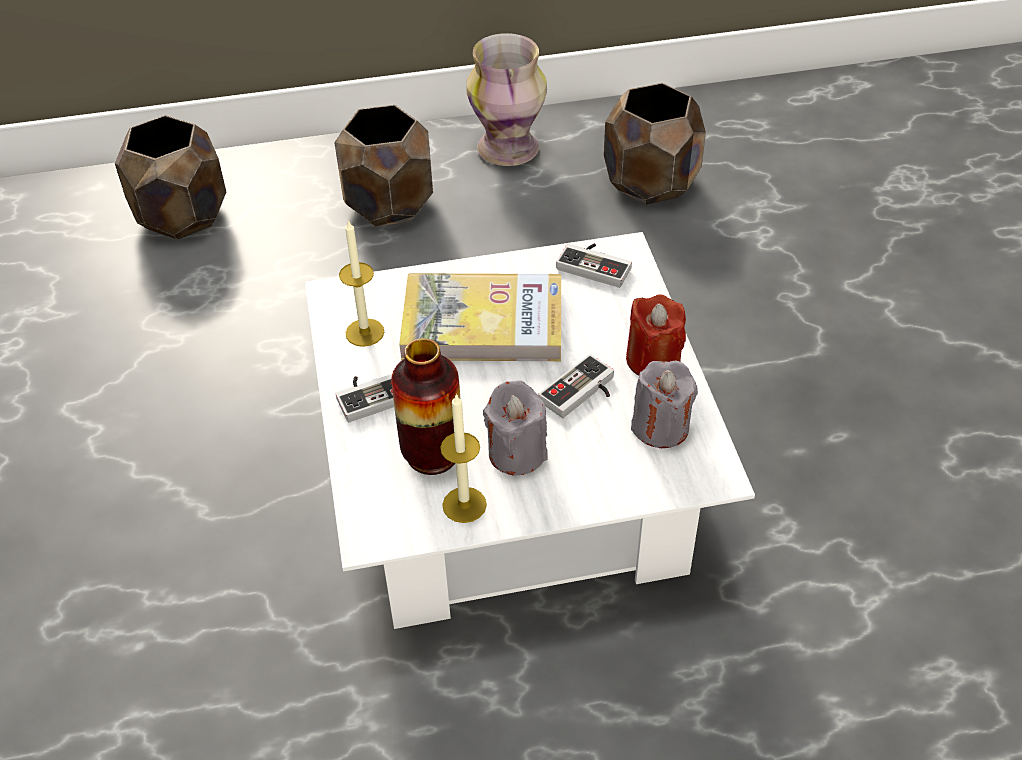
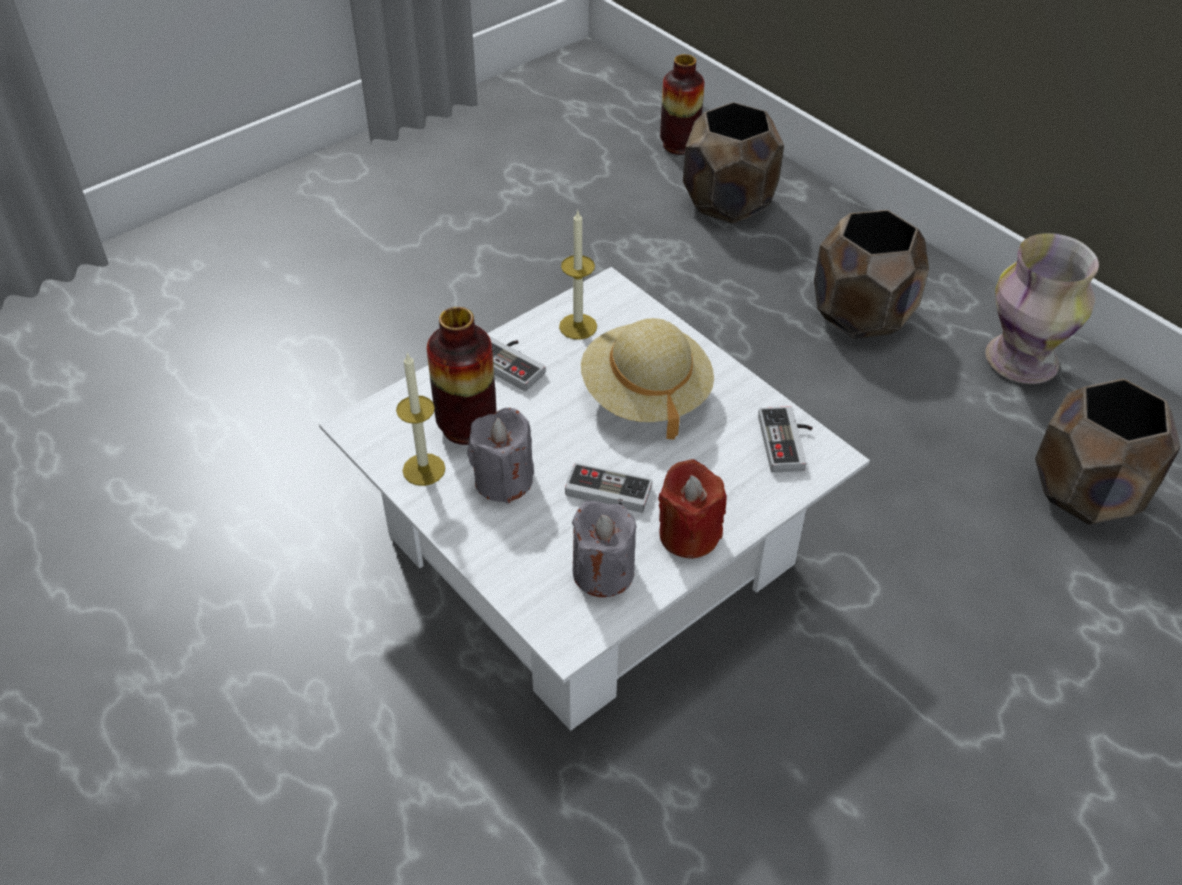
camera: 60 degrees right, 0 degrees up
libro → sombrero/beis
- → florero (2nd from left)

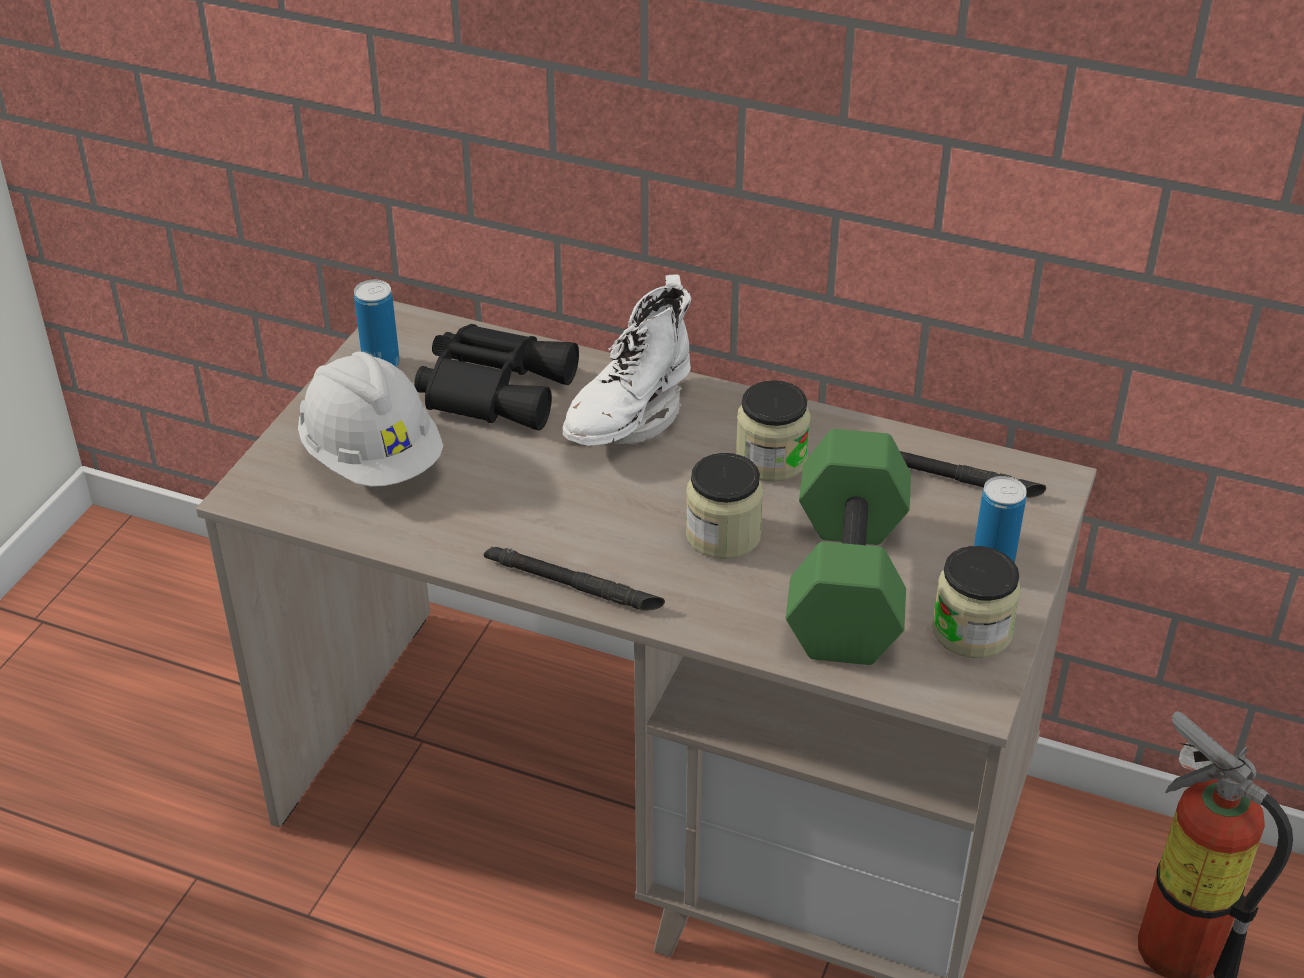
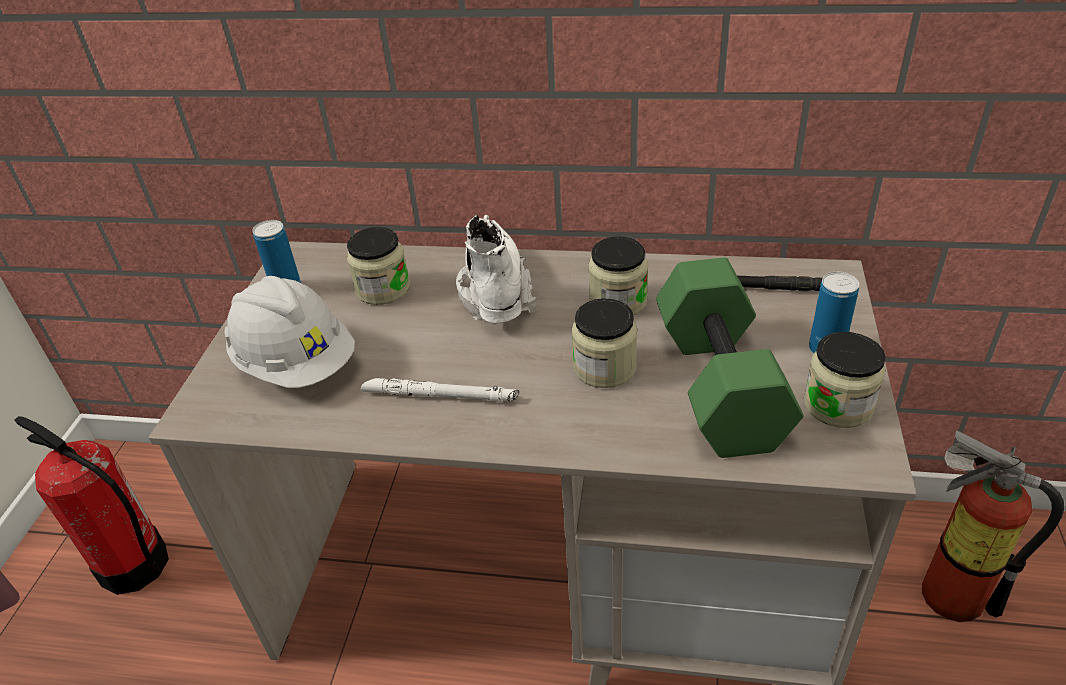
camera: 10 degrees left, 0 degrees up
prismáticos/negro → tarro (1st from left)
linterna/negro (1st from left) → -
bota/blanco, 150 degrees clockwise
- → extintor (1st from left)
- → linterna/blanco

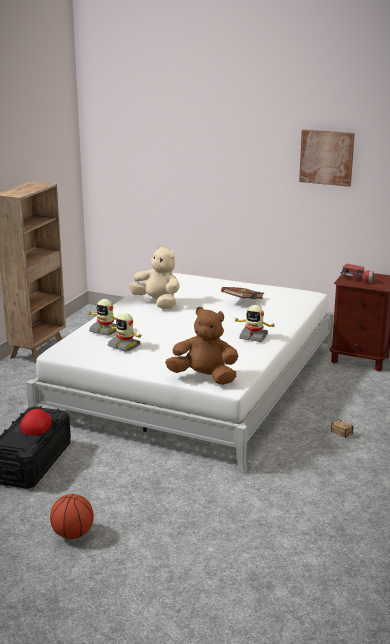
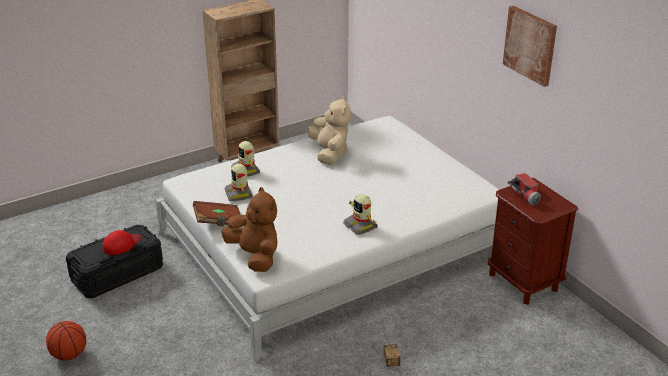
camera: 35 degrees right, 10 degrees up
libro/marrón, move

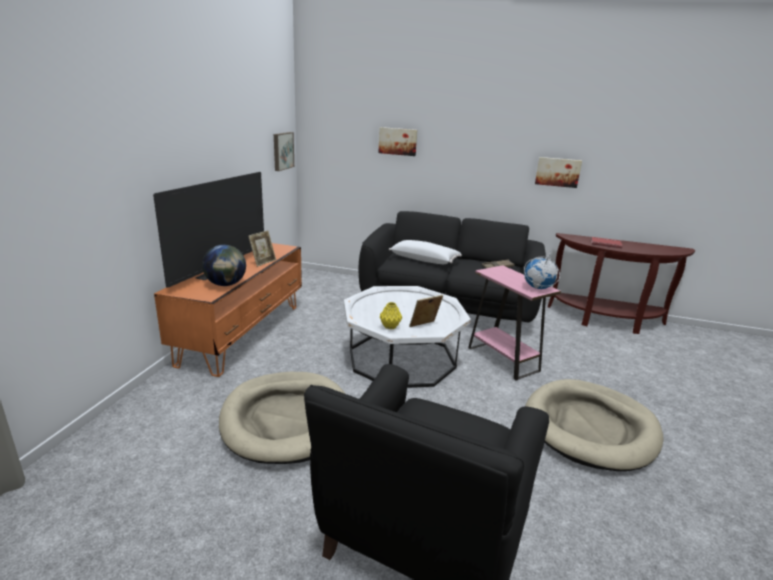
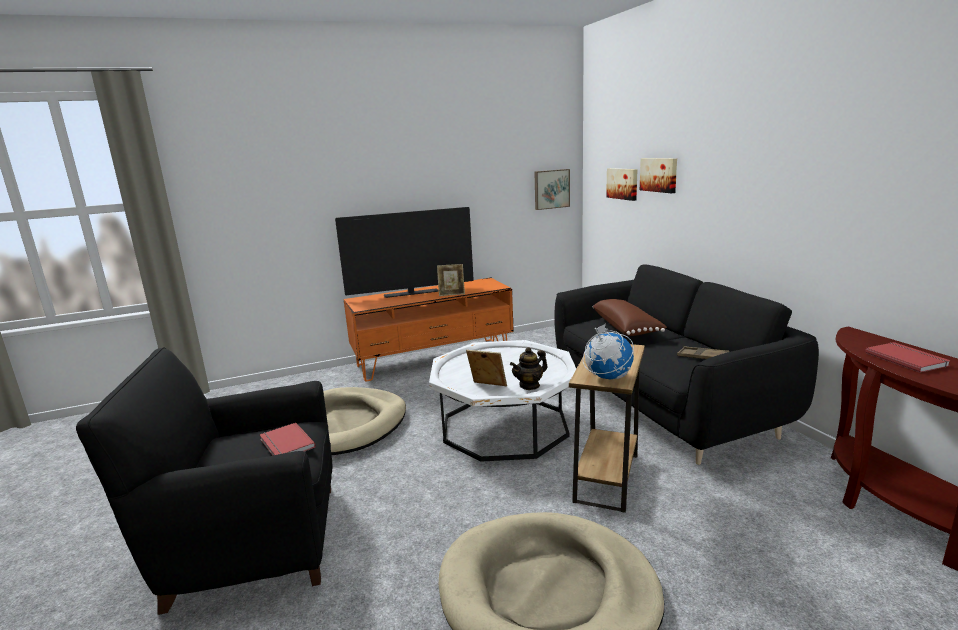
camera: 55 degrees right, 5 degrees down
globo terráqueo (1st from left) → -
florero/amarillo → -
cojín/blanco → cojín/marrón
mesa auxiliar/rosa → mesa auxiliar/marrón
cuadro (3rd from left in the first image) → cuadro (2nd from left), move
- → libro/rojo (1st from left)
- → tetera

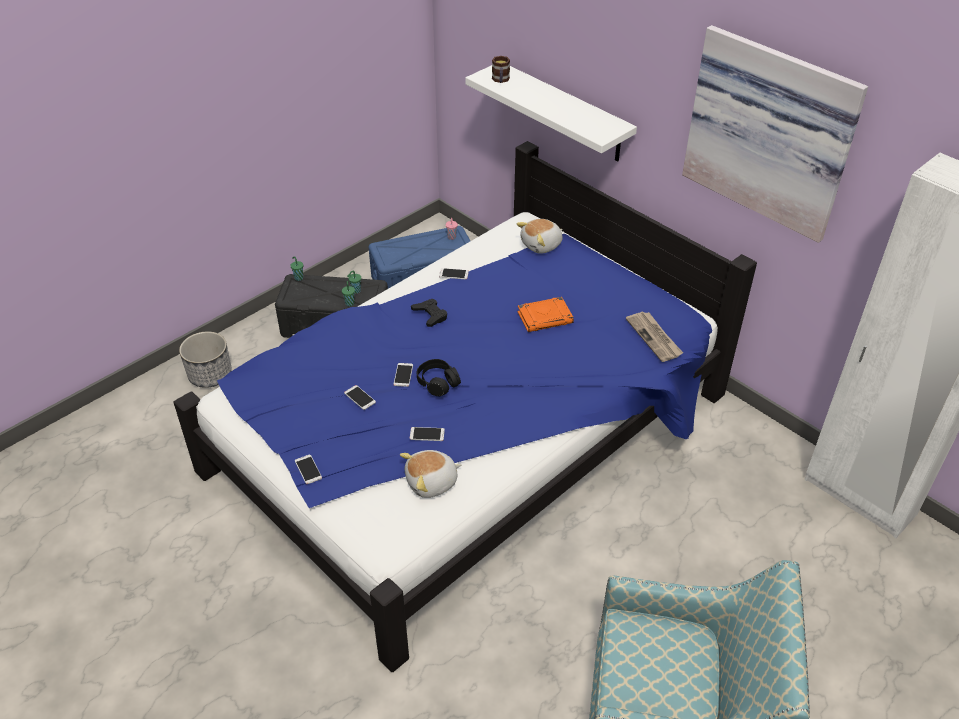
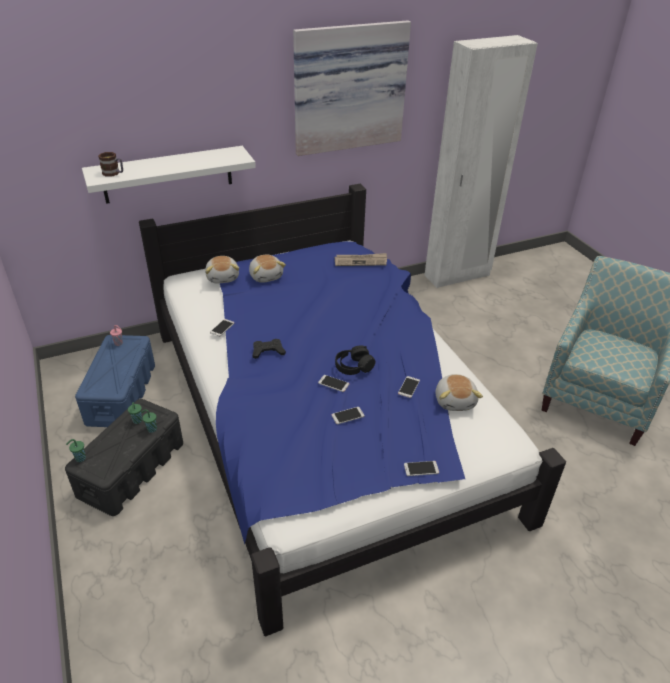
camera: 70 degrees left, 5 degrees down
maceta → -
libro/naranja → -
- → peluche (2nd from left)

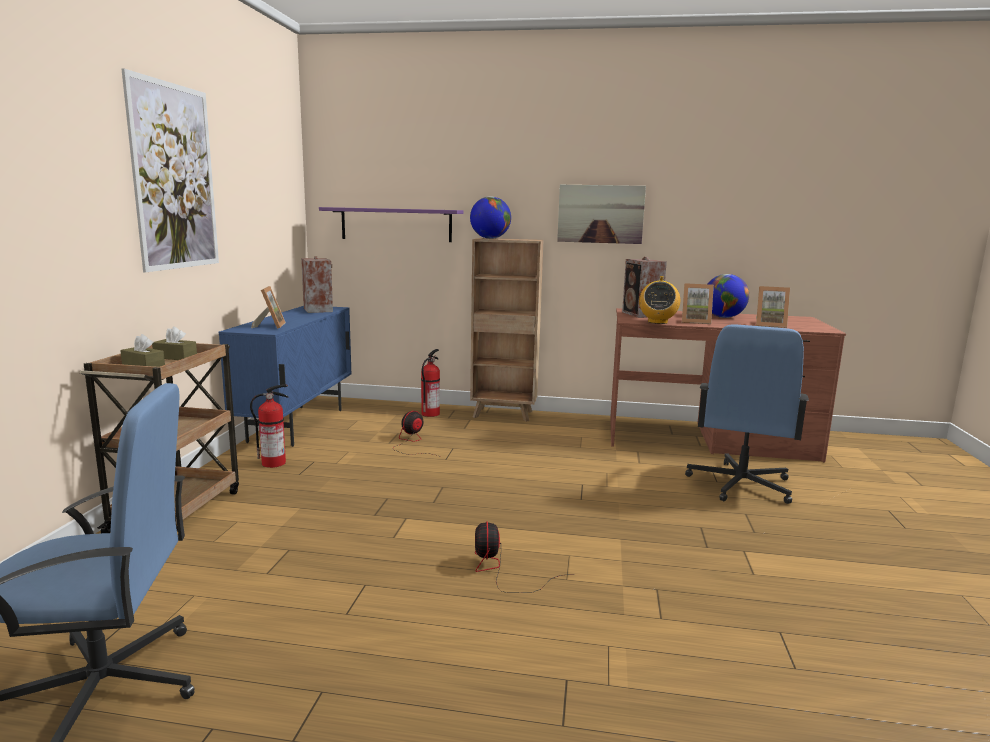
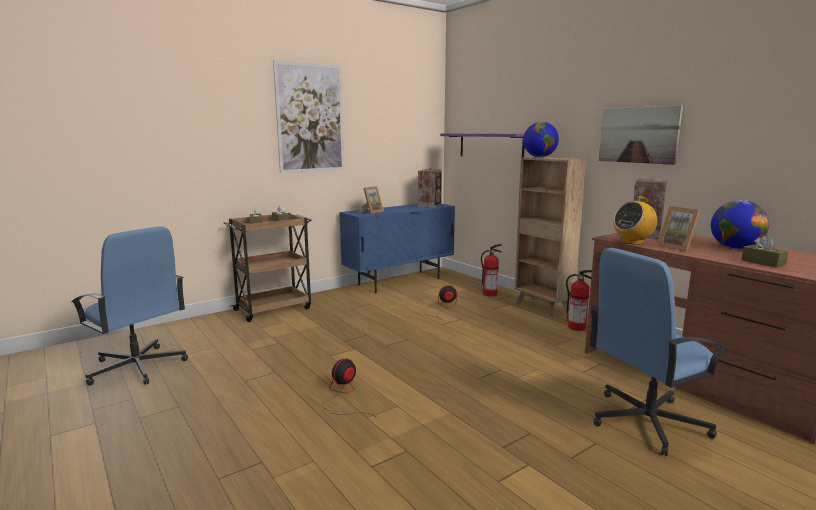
camera: 45 degrees right, 0 degrees up
extintor (1st from left in the first image) → extintor (2nd from left), move
portarretratos (3rd from left) → caja de pañuelos/marrón (3rd from left)

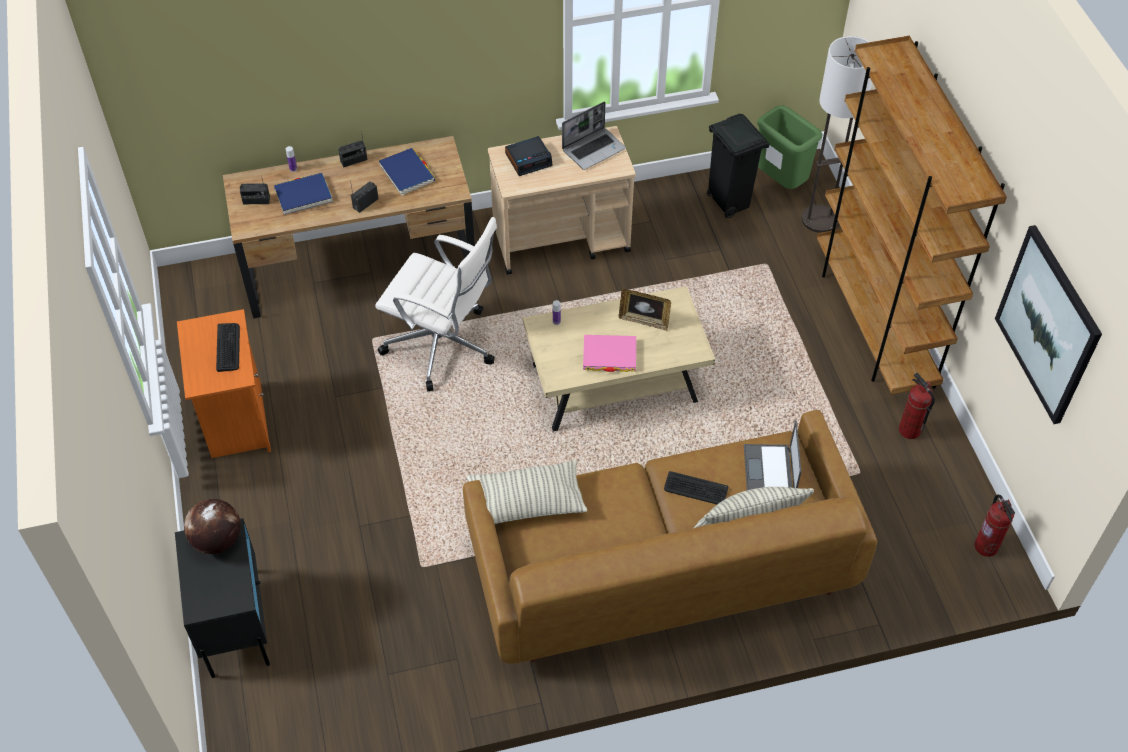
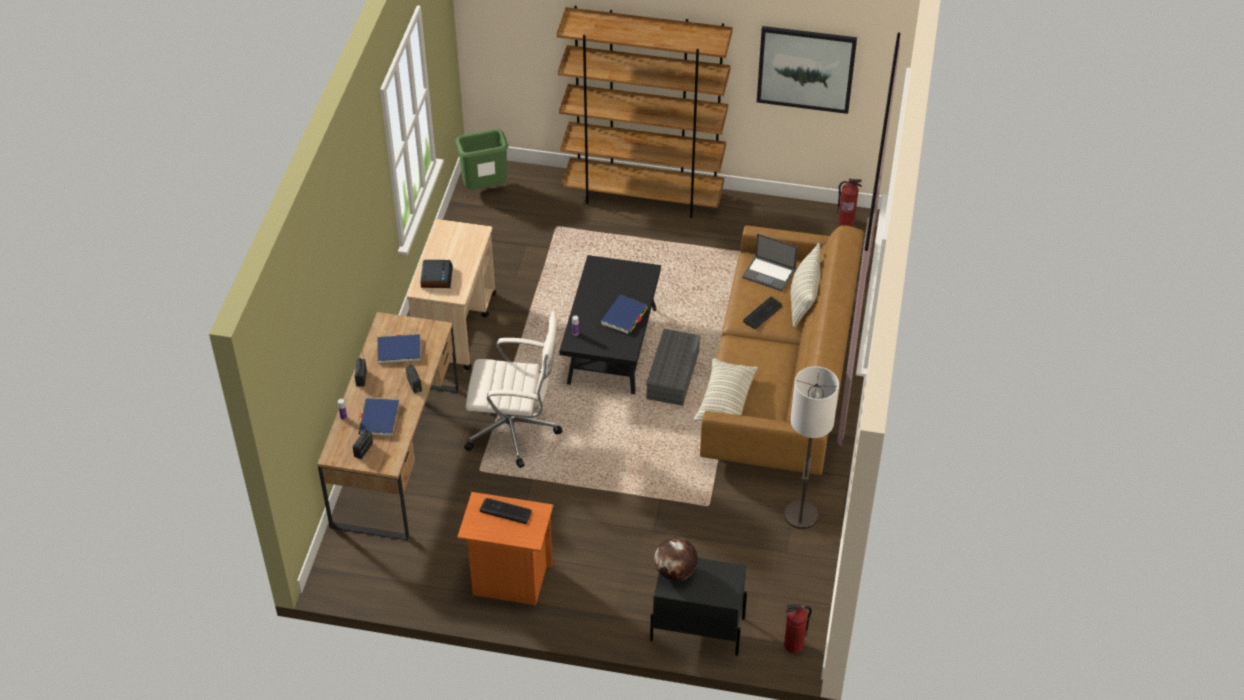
camera: 65 degrees left, 5 degrees down
silla de oficina/blanco, 45 degrees clockwise
mesa de centro/beis → mesa de centro/negro
portátil (1st from left) → -
libro/rosa → libro/azul (3rd from left)
portarretratos → -
papelera/negro → -
lámpara de pie, move
extintor (1st from left), move
- → caja de almacenaje/gris

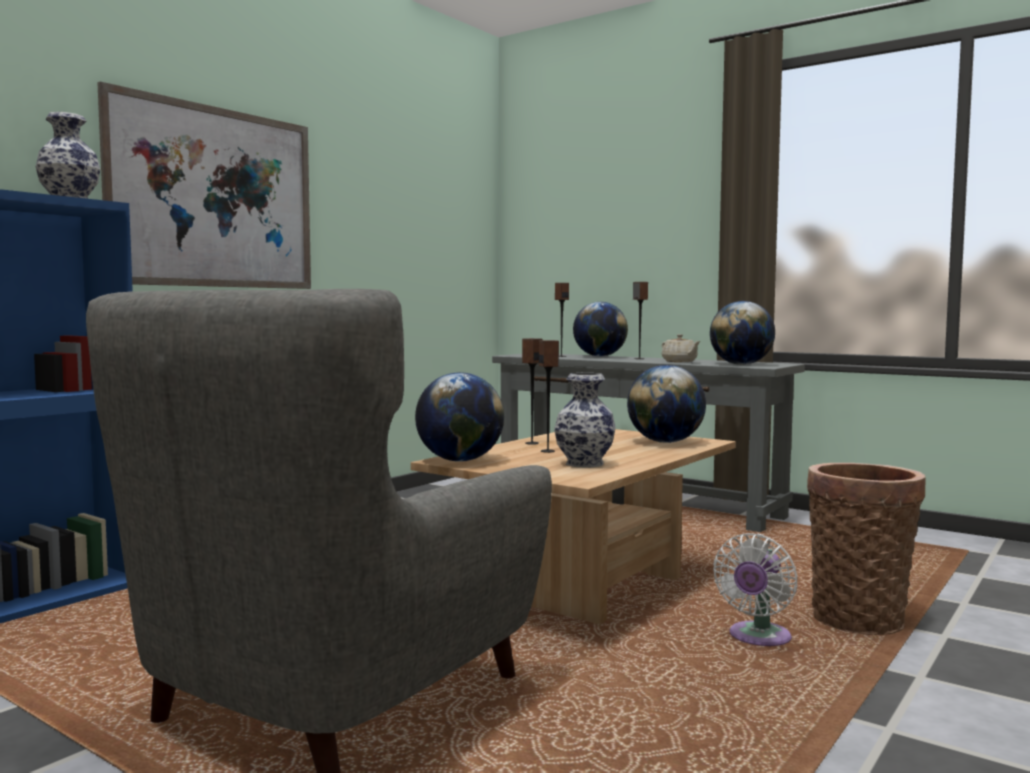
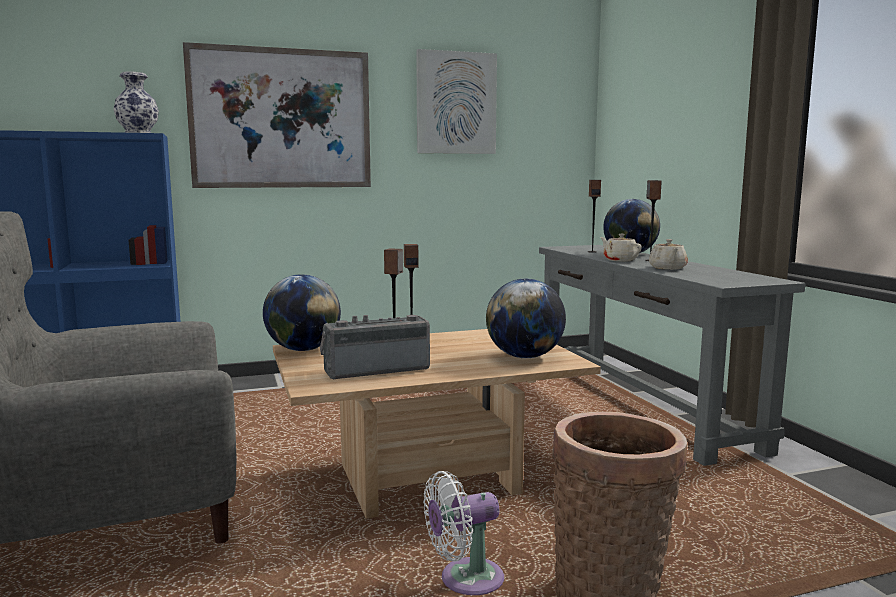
camera: 35 degrees right, 5 degrees up
florero (2nd from left) → radio
globo terráqueo (4th from left) → -
- → cuadro (2nd from left)
- → tetera/beis (1st from left)

